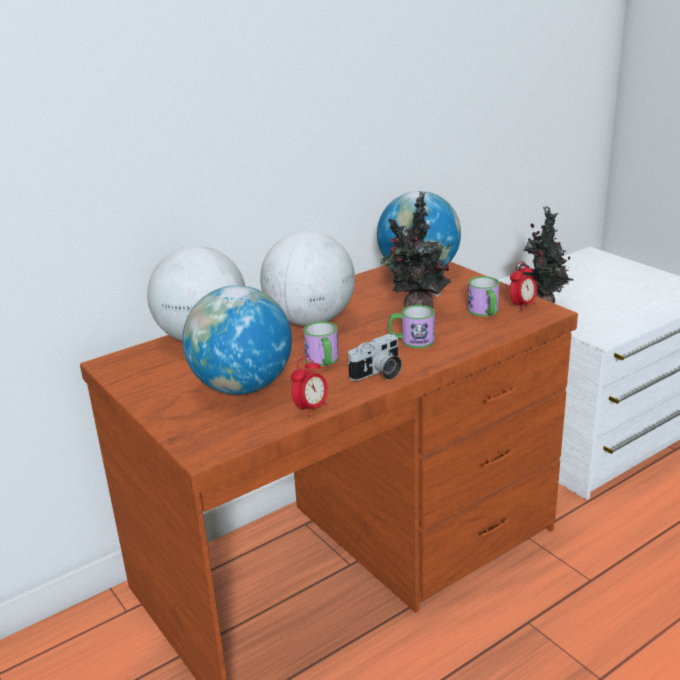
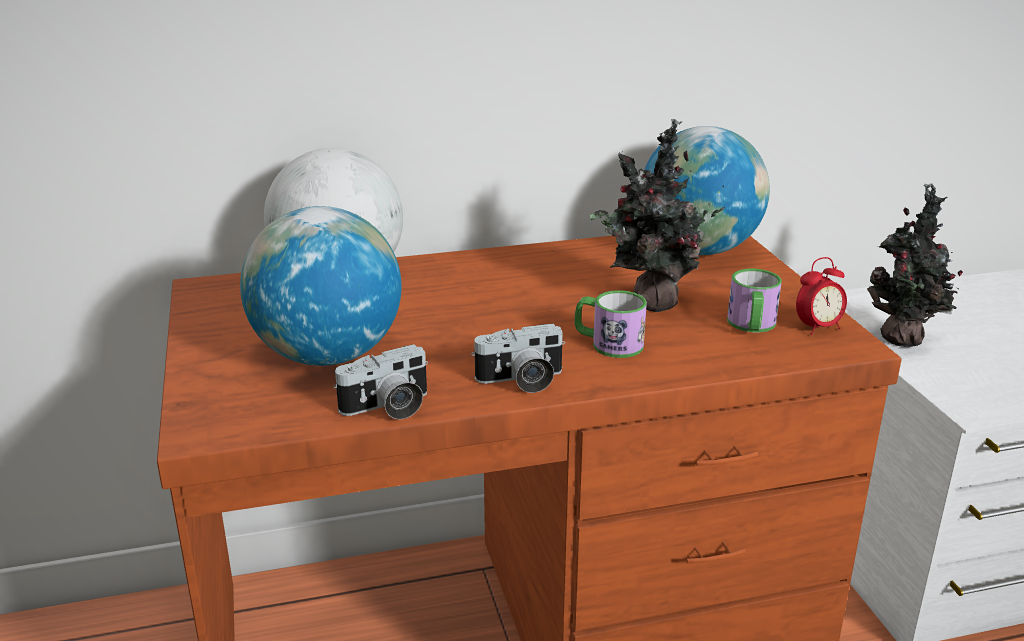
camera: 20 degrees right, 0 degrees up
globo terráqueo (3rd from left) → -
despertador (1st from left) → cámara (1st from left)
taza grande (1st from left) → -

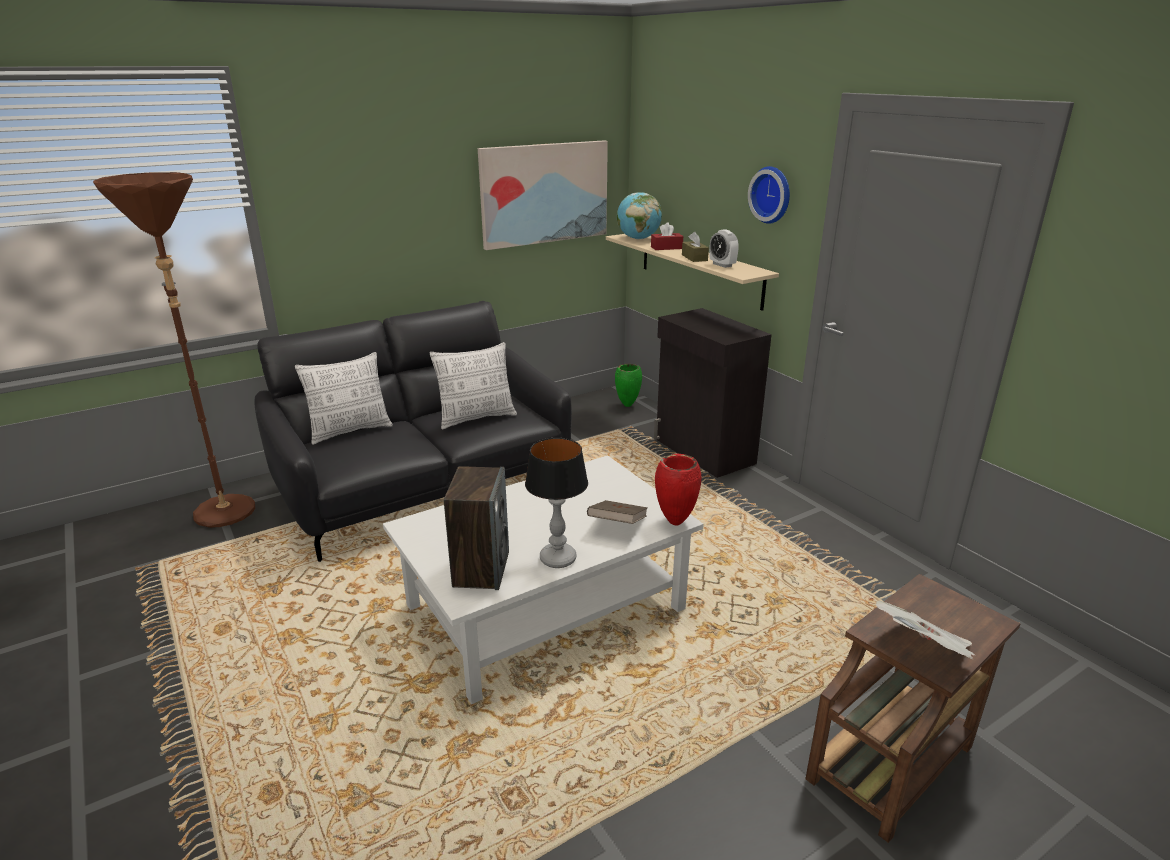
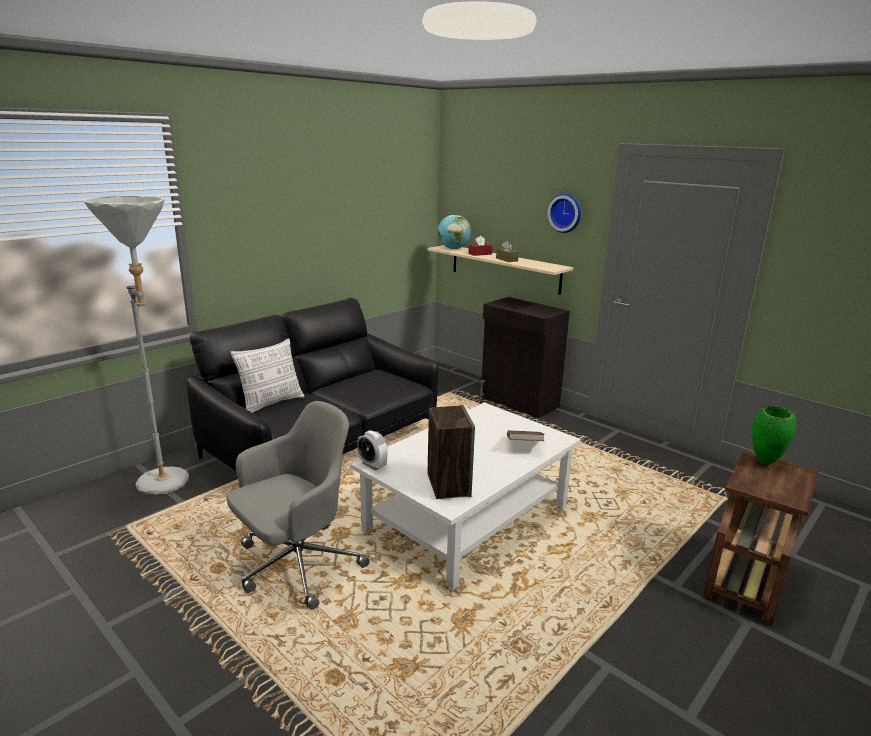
camera: 15 degrees left, 5 degrees down
lámpara de pie/marrón → lámpara de pie/gris
cojín (2nd from left) → -
cuadro → -
lámpara de mesa → -
florero/verde, move
florero/rojo → -
despertador, move
periódico → -
- → silla de oficina/gris

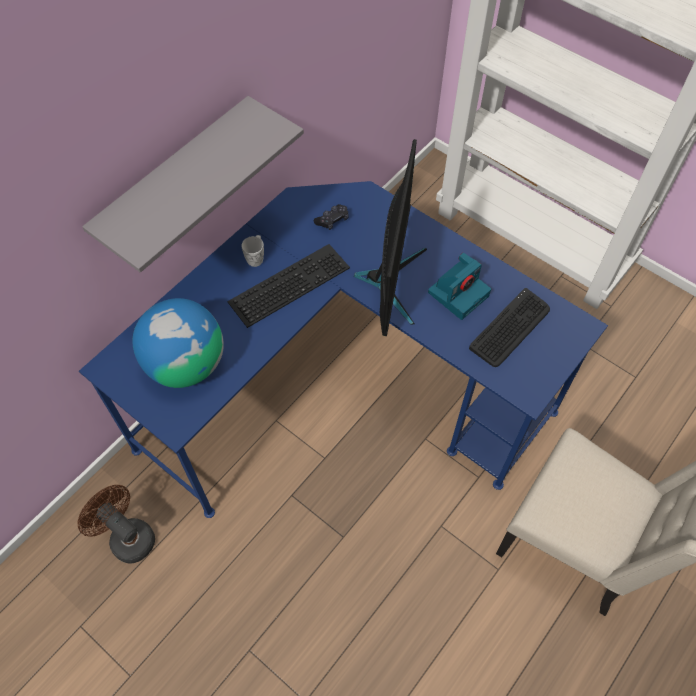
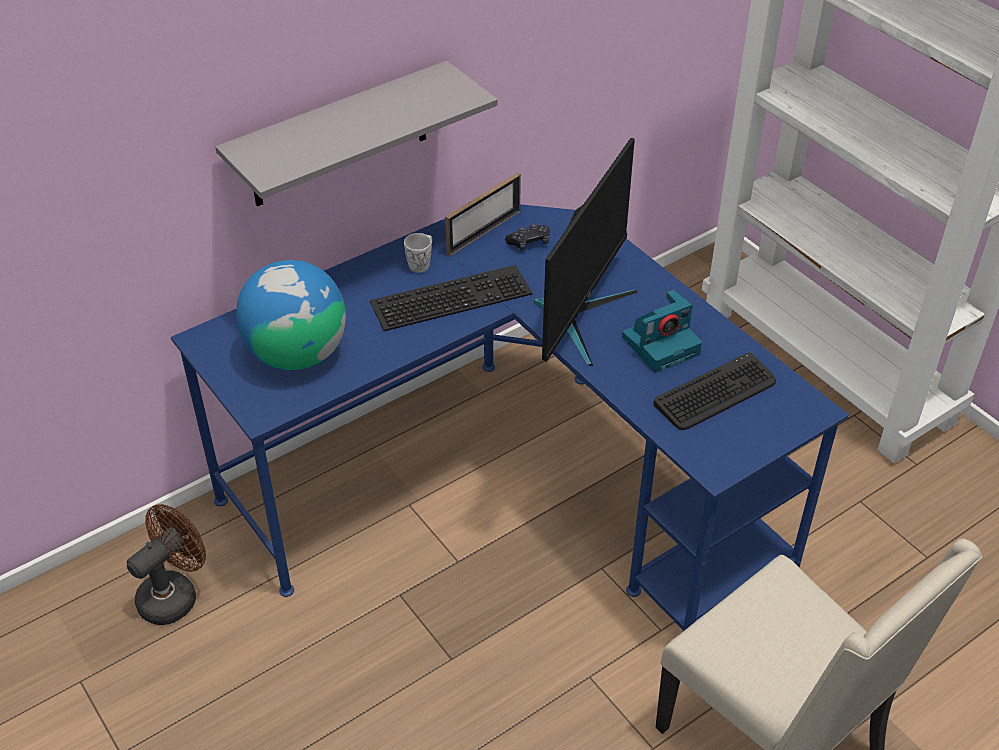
camera: 15 degrees right, 15 degrees down
ventilador/marrón, 75 degrees clockwise
- → portarretratos

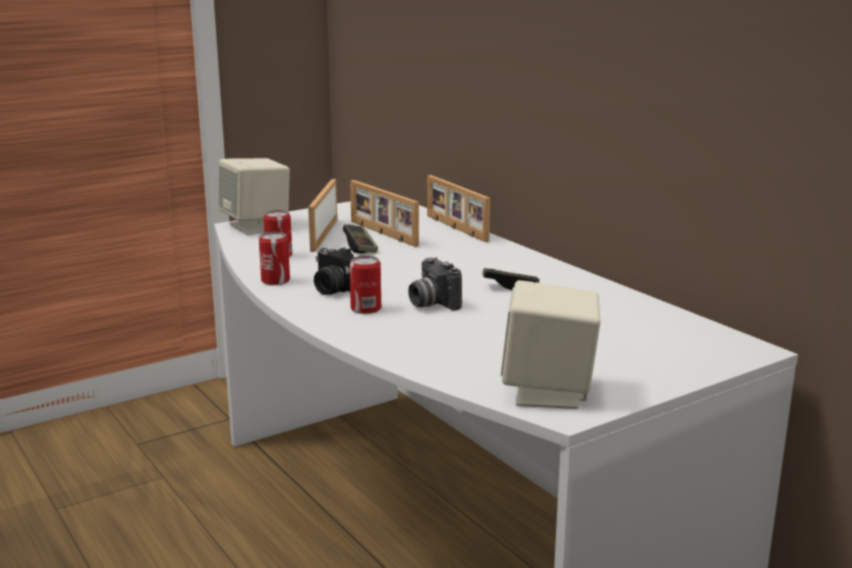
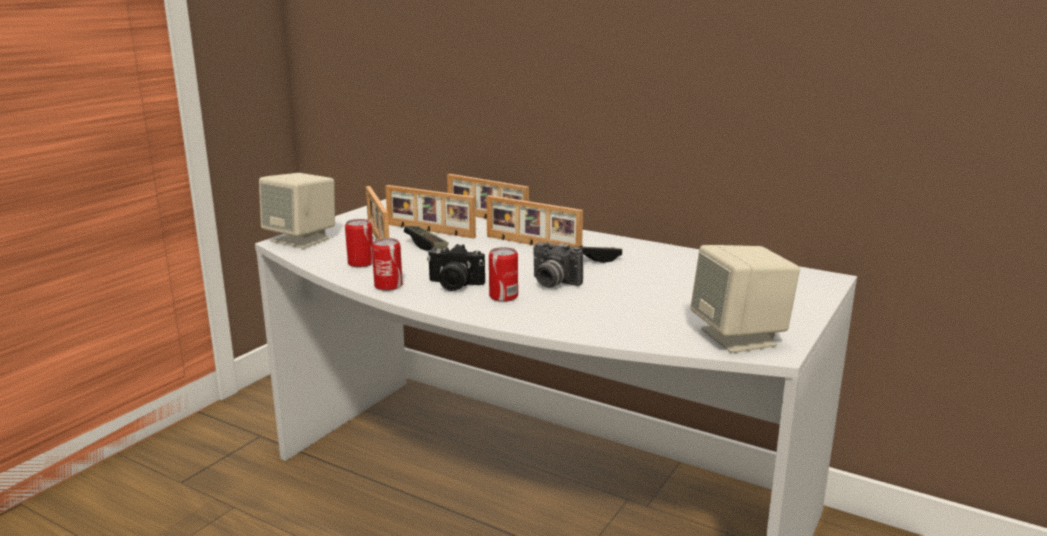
camera: 25 degrees left, 0 degrees up
- → portarretratos (4th from left)

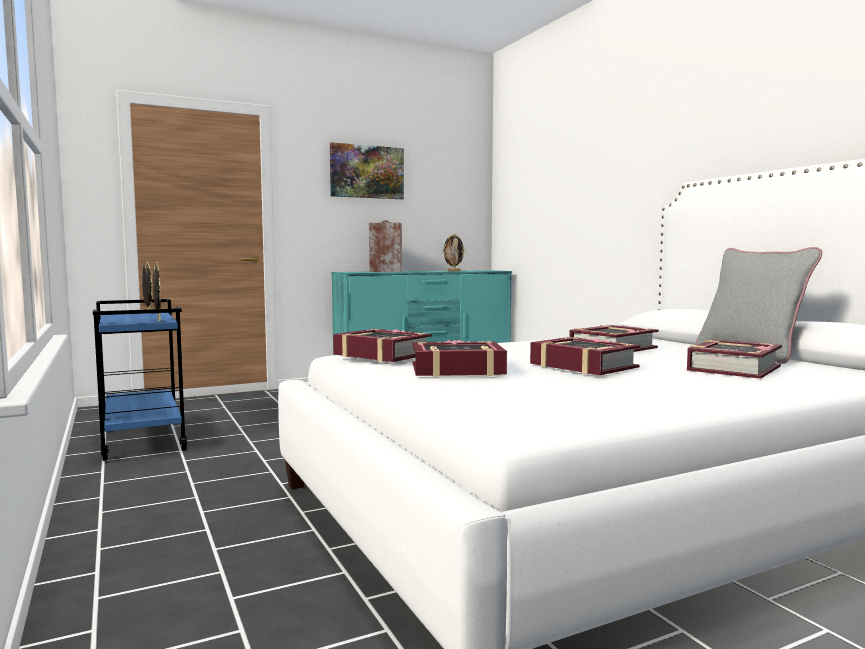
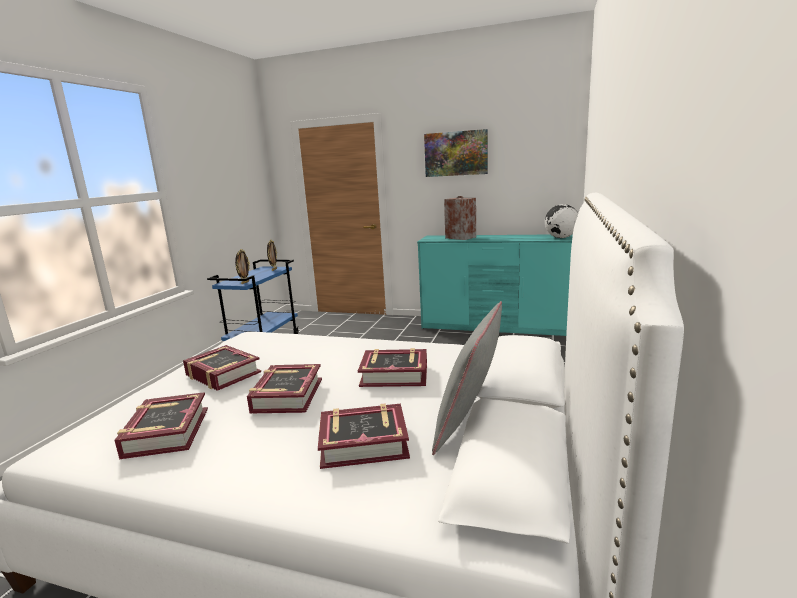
camera: 45 degrees right, 10 degrees up
libro (1st from left), move
portarretratos (3rd from left) → -
- → globo terráqueo

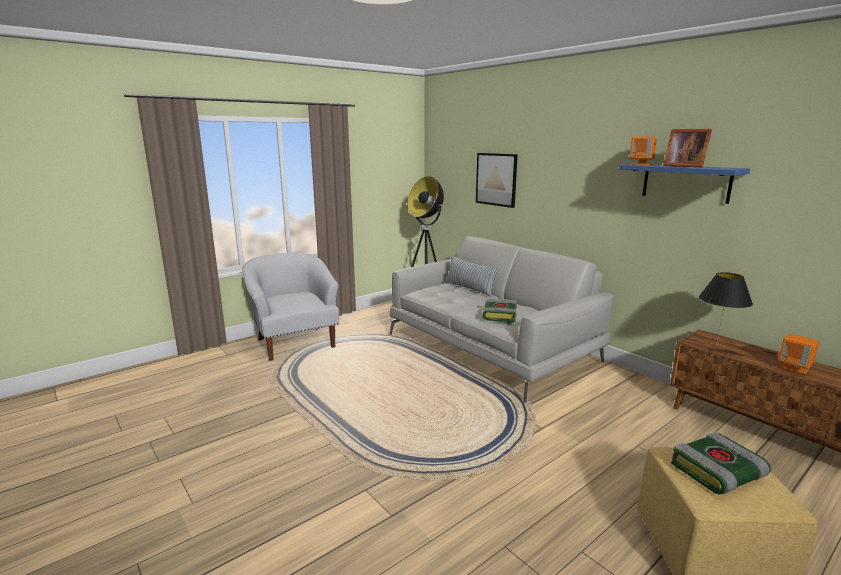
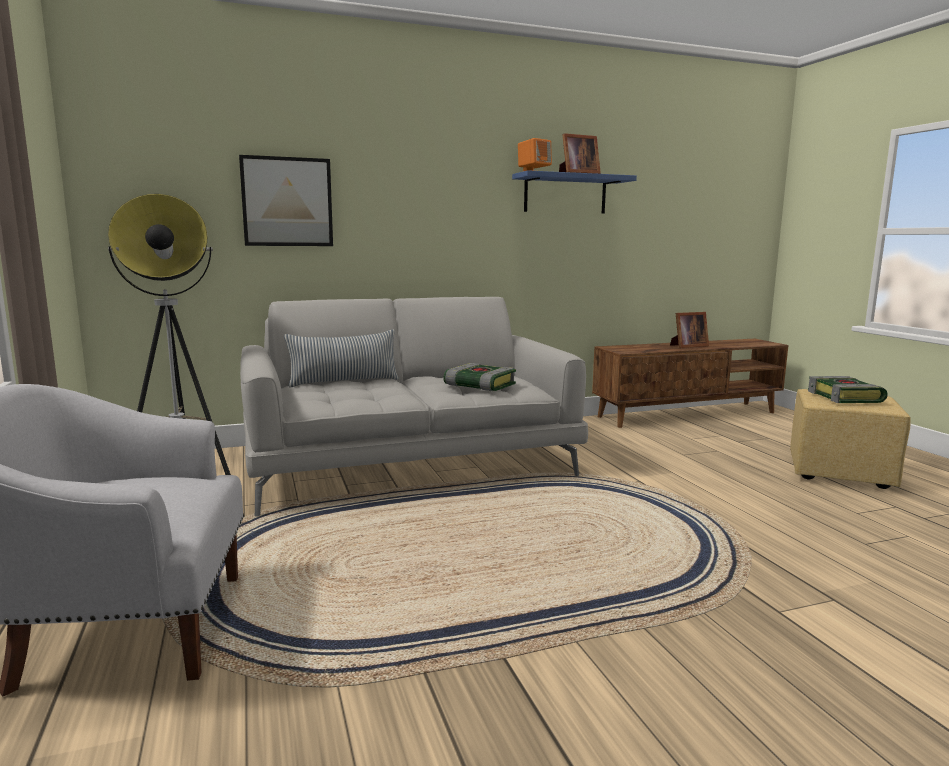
camera: 70 degrees left, 5 degrees down
lámpara de mesa/negro → -
altavoz/naranja (2nd from left) → portarretratos (2nd from left)

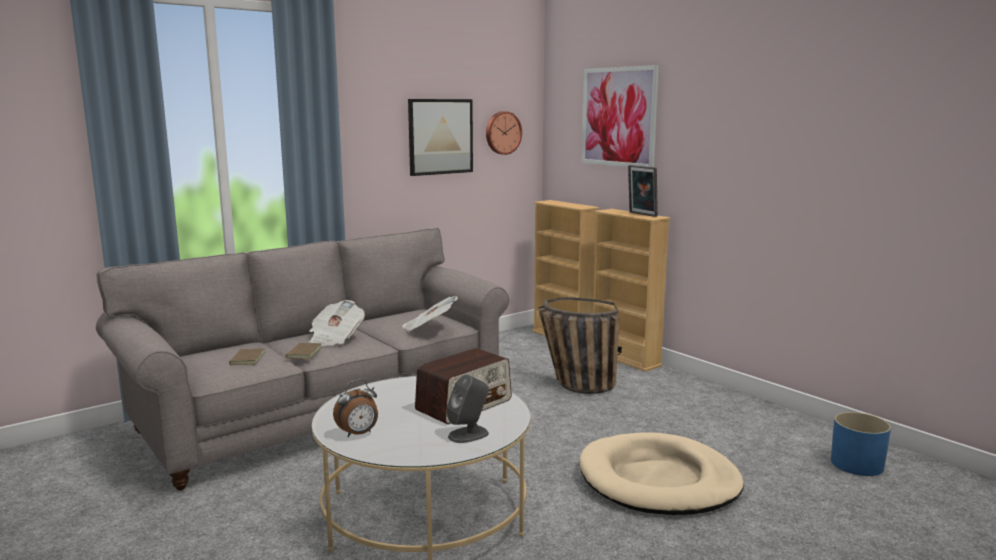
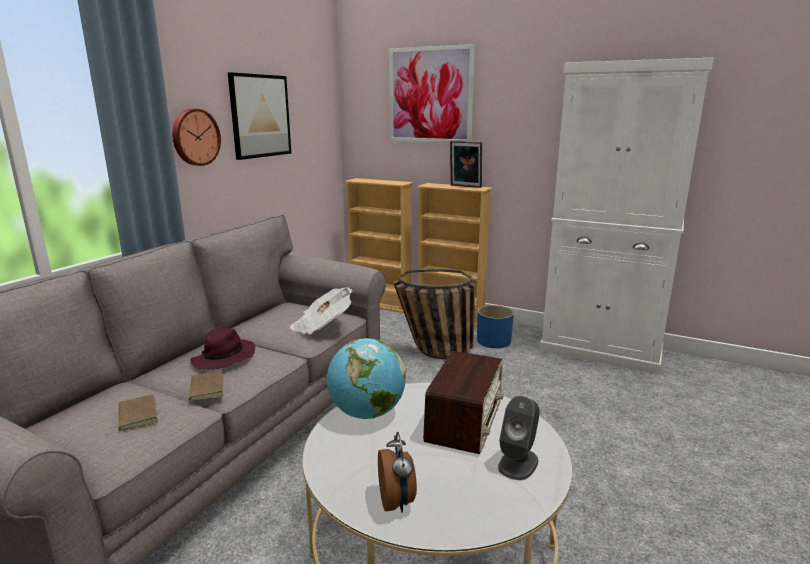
camera: 25 degrees left, 5 degrees up
periódico (1st from left) → sombrero/morado
despertador, 45 degrees counterclockwise
reloj de pared, move
cama para perro/beis → -
maceta/azul, move
- → globo terráqueo
- → armario/blanco

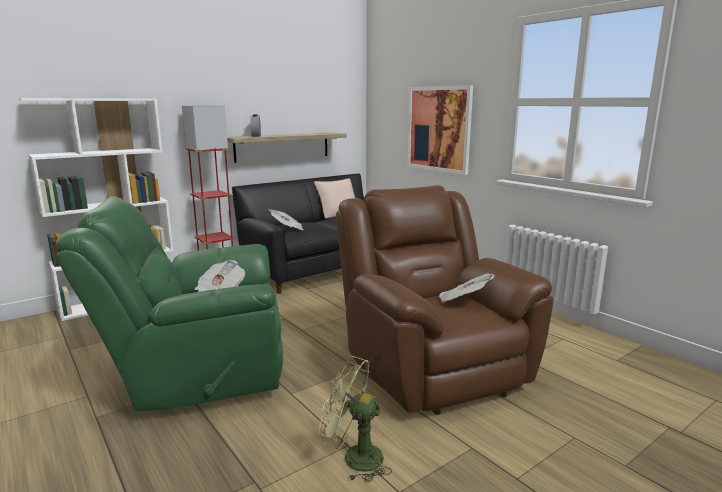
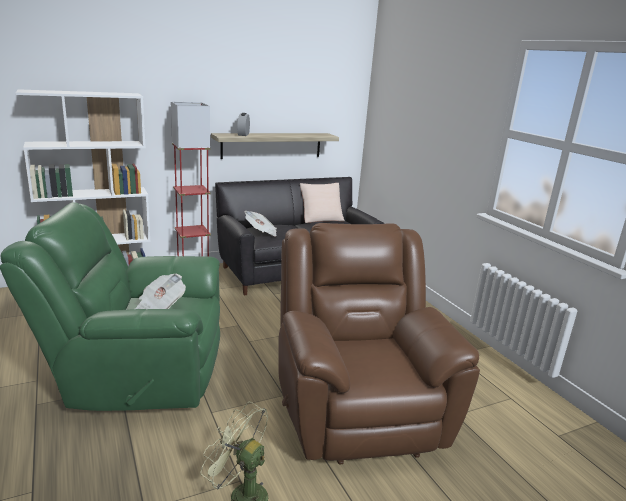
camera: 10 degrees right, 5 degrees up
cuadro → -
periódico (3rd from left) → -

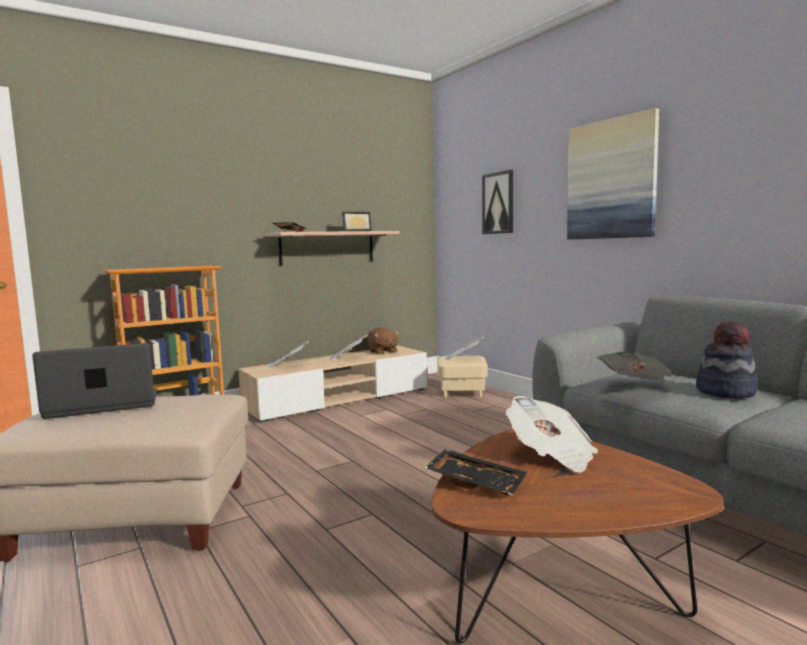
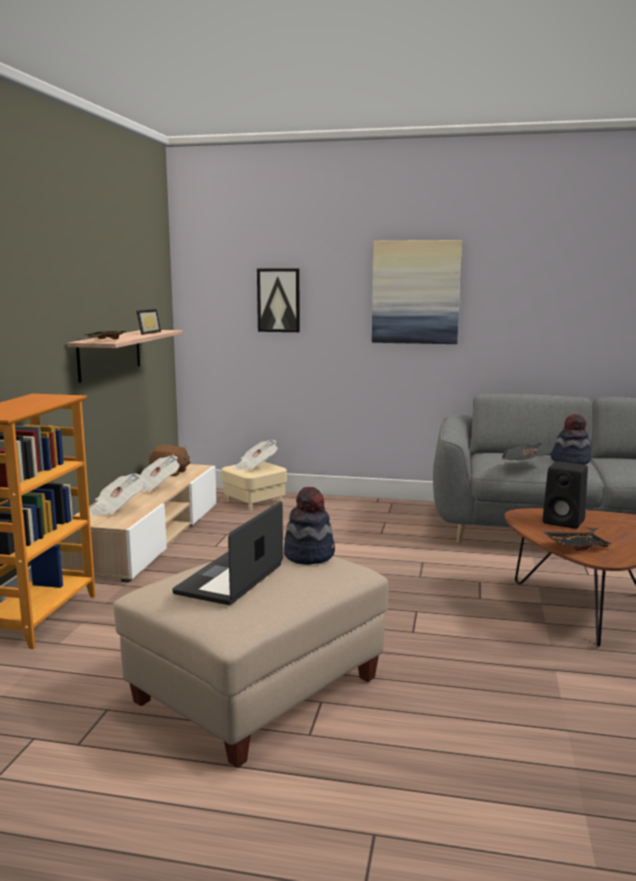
camera: 45 degrees left, 5 degrees up
periódico (4th from left) → altavoz/negro
- → sombrero (1st from left)

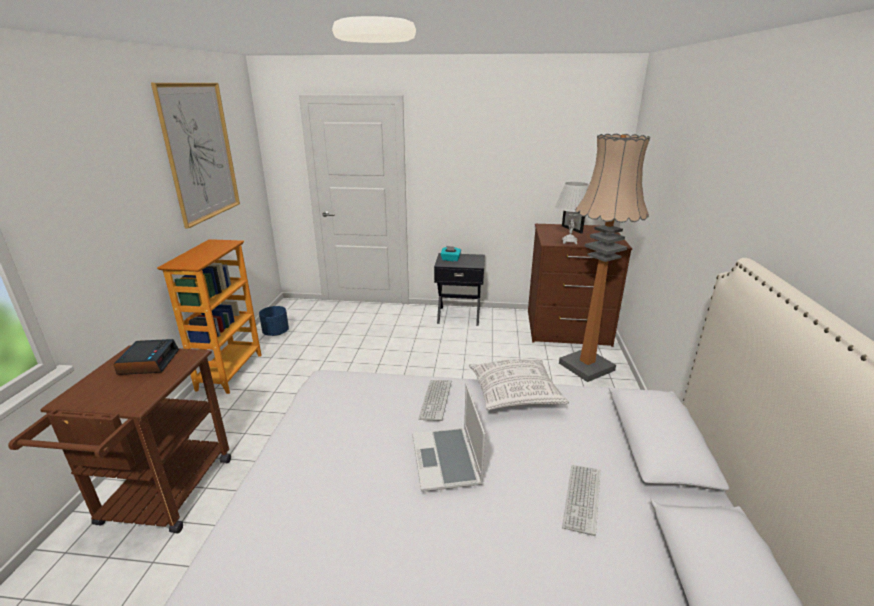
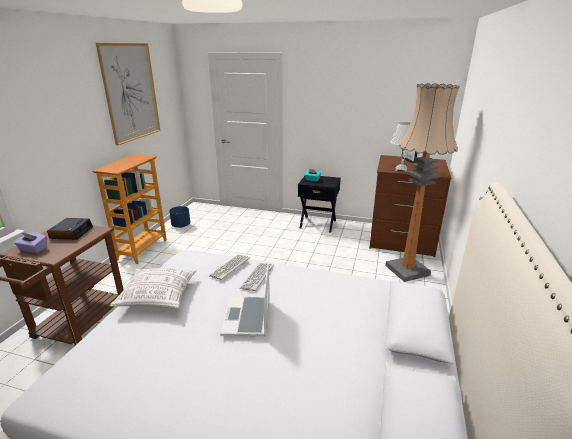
camera: 10 degrees right, 0 degrees up
cojín, move
teclado (2nd from left in the first image) → teclado (1st from left), move
- → caja de pañuelos/morado

